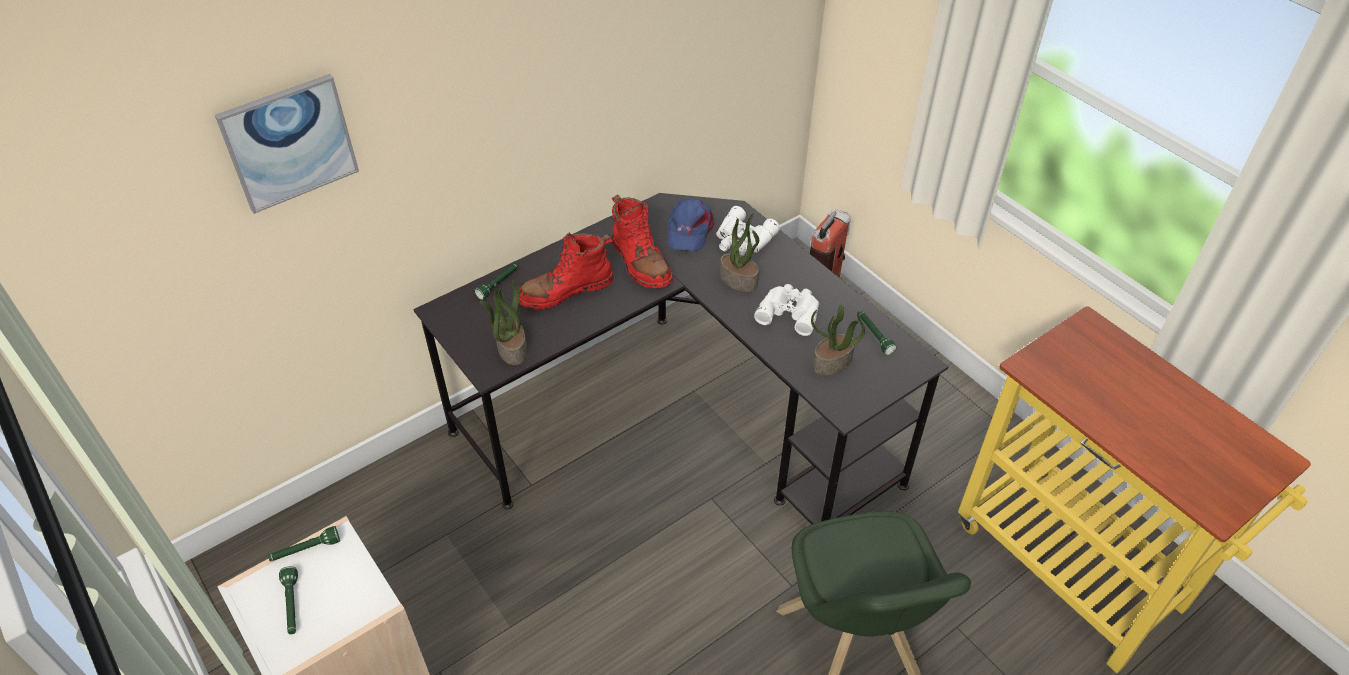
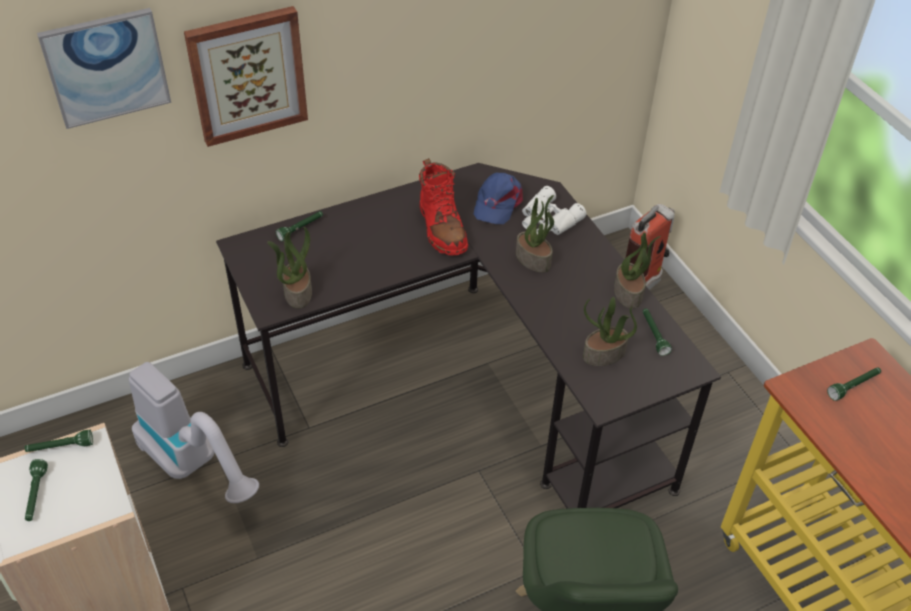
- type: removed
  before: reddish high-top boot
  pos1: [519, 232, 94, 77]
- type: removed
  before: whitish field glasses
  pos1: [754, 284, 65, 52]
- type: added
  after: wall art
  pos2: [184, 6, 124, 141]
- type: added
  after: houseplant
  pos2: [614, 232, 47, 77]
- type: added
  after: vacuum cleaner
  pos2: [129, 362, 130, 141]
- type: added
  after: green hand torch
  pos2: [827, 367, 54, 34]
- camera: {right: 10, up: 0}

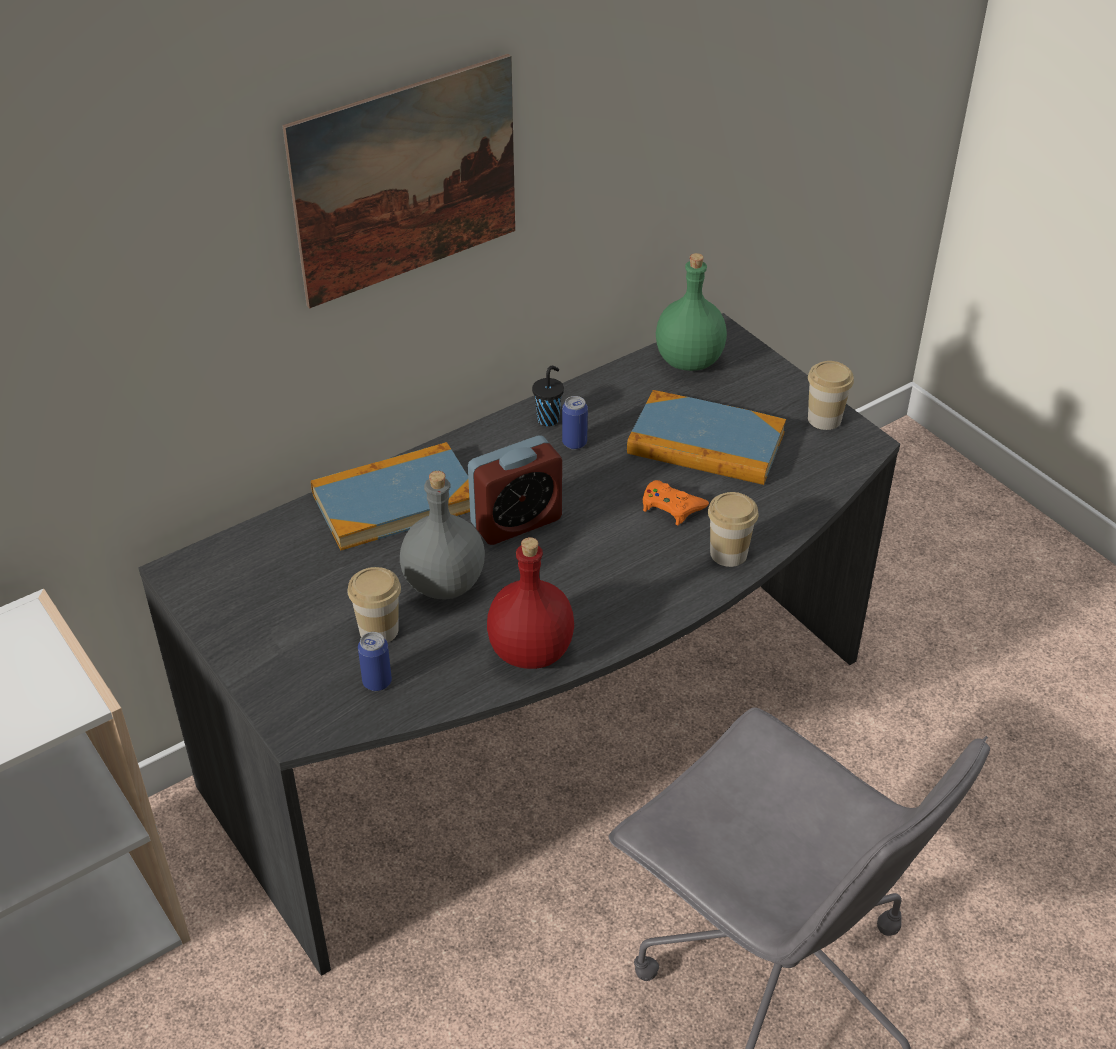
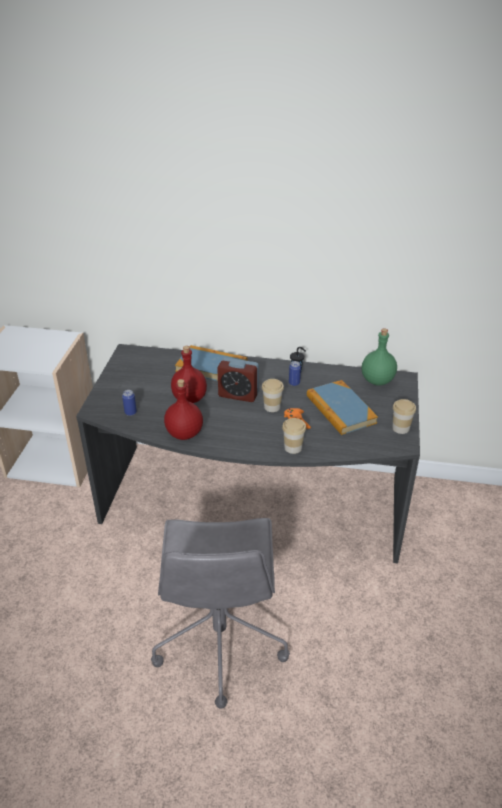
- type: removed
  before: wall art
  pos1: [282, 54, 233, 254]
- type: recoloured
  before: greyish beverage bottle
  after: reddish beverage bottle
  pos1: [400, 471, 85, 128]
  pos2: [171, 346, 36, 57]
- type: moved
  before: drinking cup
  pos1: [348, 567, 53, 76]
  pos2: [262, 379, 22, 33]
- camera: {right: 45, up: -5}

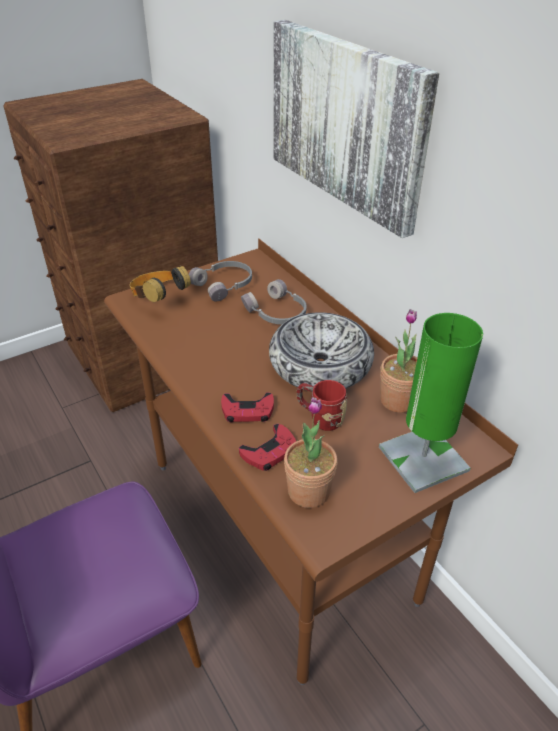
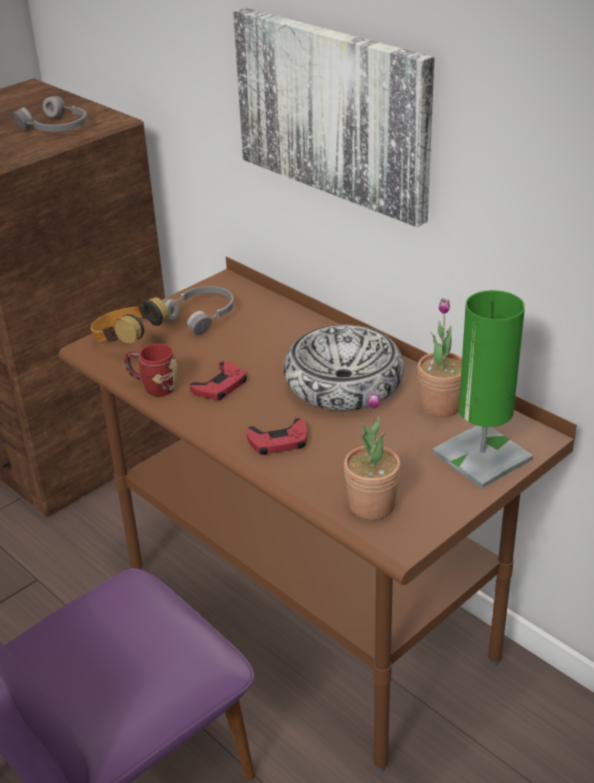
- type: moved
  before: greyish headset
  pos1: [241, 279, 66, 45]
  pos2: [13, 96, 74, 36]
- type: moved
  before: reddish coffee mug
  pos1: [297, 380, 50, 51]
  pos2: [124, 344, 53, 52]
- type: moved
  before: reddish joypad
  pos1: [239, 424, 57, 47]
  pos2: [190, 361, 57, 39]
- camera: {right: -10, up: -5}

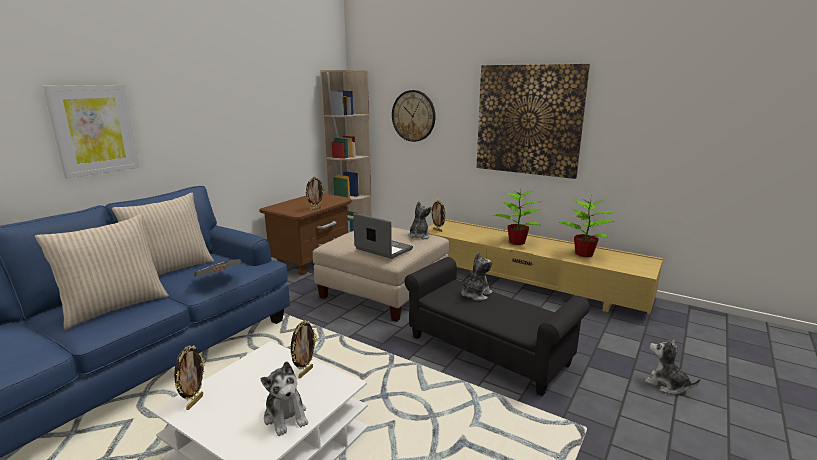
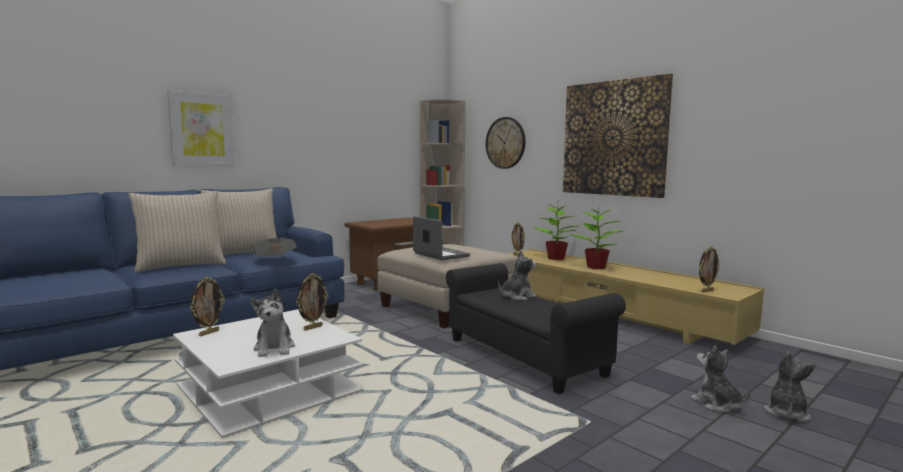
- type: moved
  before: picture frame
  pos1: [305, 177, 20, 33]
  pos2: [699, 246, 21, 46]
- type: moved
  before: houseplant
  pos1: [558, 196, 57, 61]
  pos2: [535, 204, 43, 56]
- type: moved
  before: soft toy
  pos1: [408, 201, 24, 39]
  pos2: [764, 351, 52, 71]
- camera: {right: 15, up: -10}

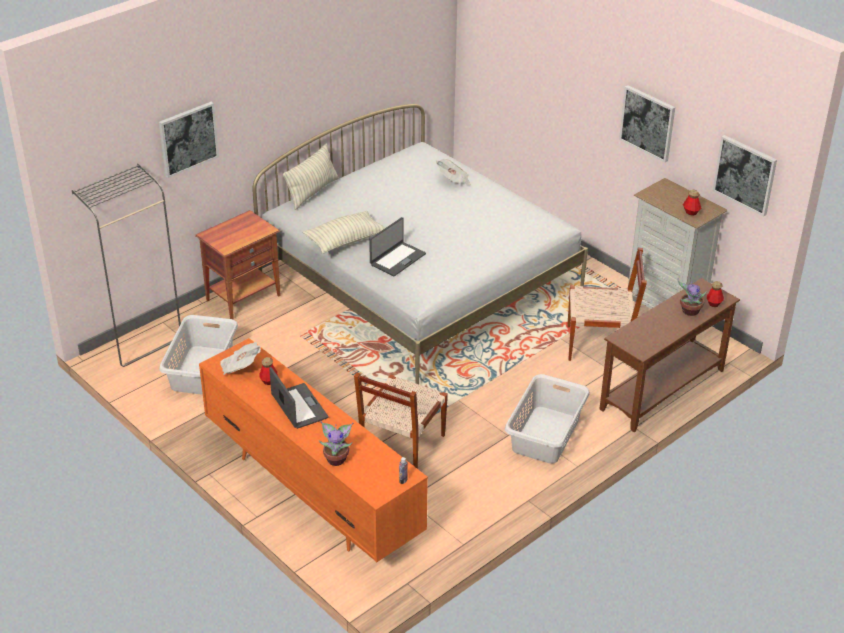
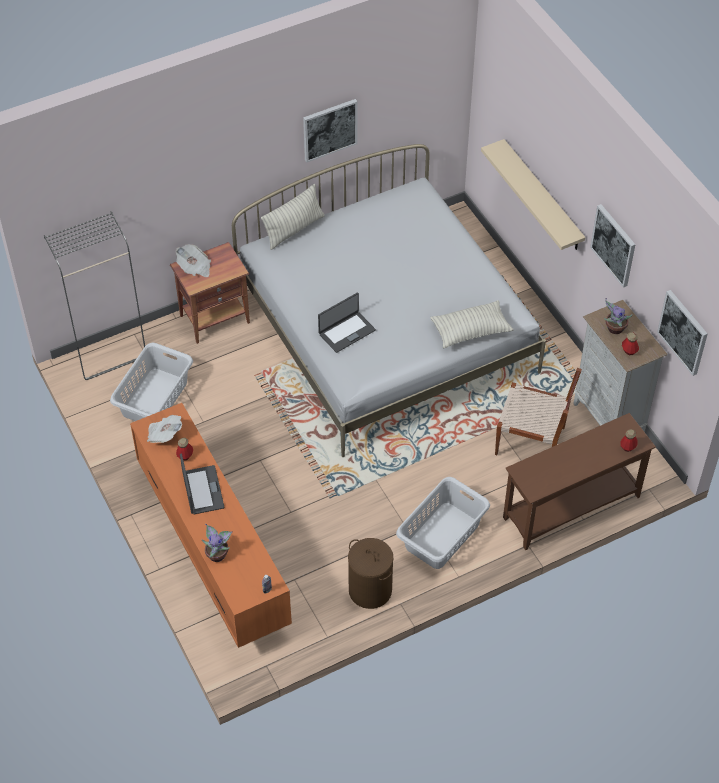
- type: moved
  before: wall art
  pos1: [159, 102, 60, 76]
  pos2: [303, 99, 55, 63]
- type: moved
  before: daily paper
  pos1: [436, 159, 34, 26]
  pos2: [176, 244, 35, 33]
- type: moved
  before: cushion
  pos1: [303, 210, 82, 44]
  pos2: [430, 300, 83, 48]
- type: moved
  before: houseplant
  pos1: [677, 278, 30, 38]
  pos2: [604, 298, 29, 36]
- type: removed
  before: upright chair
  pos1: [354, 372, 94, 97]
- type: added
  after: beige bracket shelf
  pos2: [481, 139, 104, 111]
- type: added
  after: brown washing basket
  pos2: [348, 538, 45, 71]
- camera: {right: 15, up: 15}

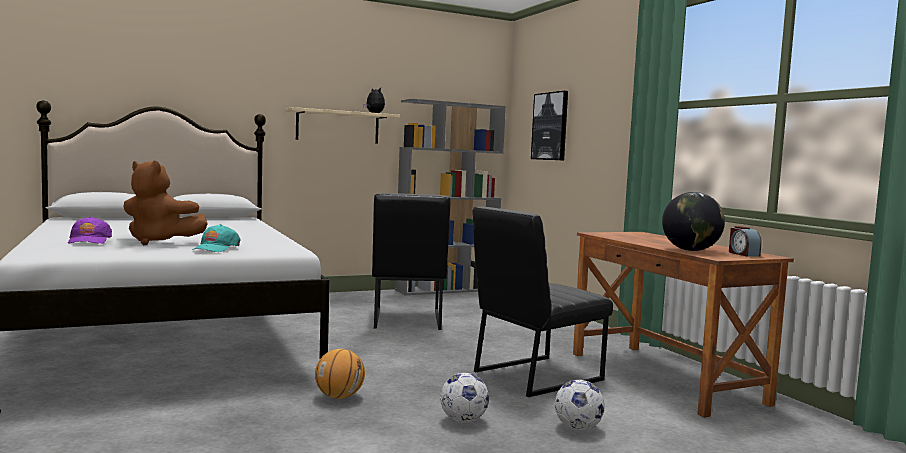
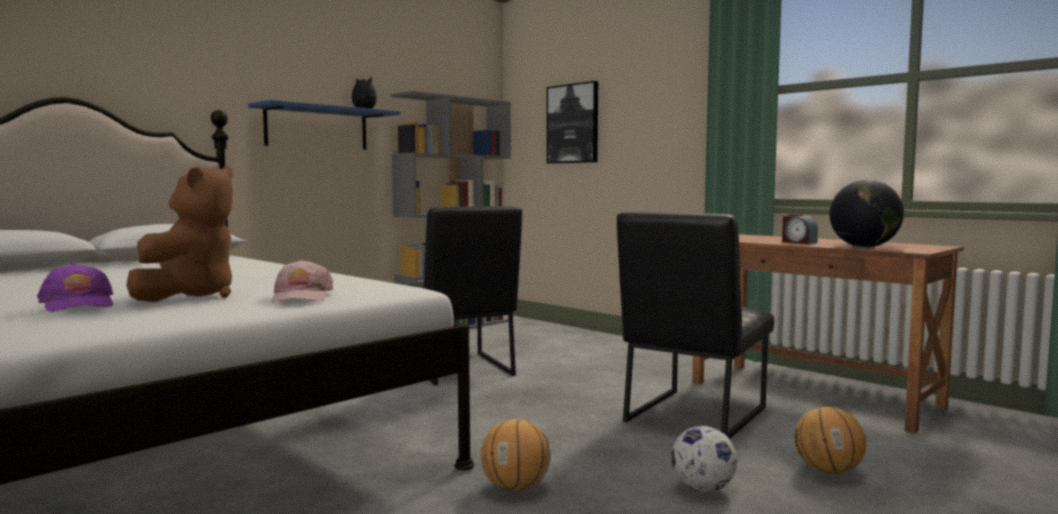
- type: recoloured
  before: beige bracket shelf
  after: bluish bracket shelf
  pos1: [285, 107, 115, 37]
  pos2: [248, 100, 152, 50]
- type: turned
  before: brown soft toy
  pos1: [123, 161, 85, 84]
  pos2: [126, 166, 107, 136]
  turn: -75
- type: recoloured
  before: blue-green baseball cap
  after: pink baseball cap
  pos1: [192, 224, 48, 28]
  pos2: [272, 259, 61, 43]
- type: moved
  before: table clock
  pos1: [729, 226, 32, 31]
  pos2: [782, 214, 36, 30]
- type: replaced
  before: football
  after: ball for basketball
  pos1: [555, 380, 50, 50]
  pos2: [795, 407, 71, 68]
- camera: {right: -20, up: 0}

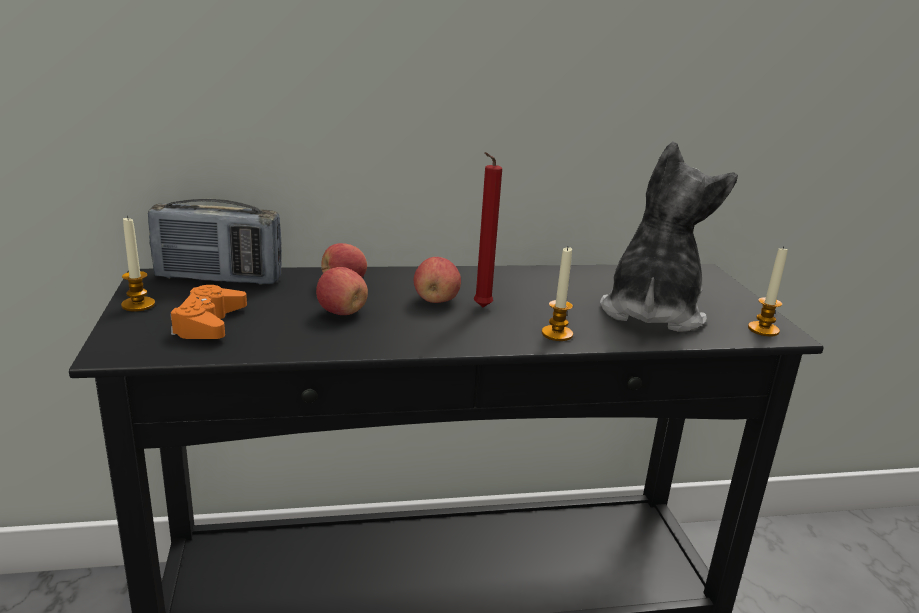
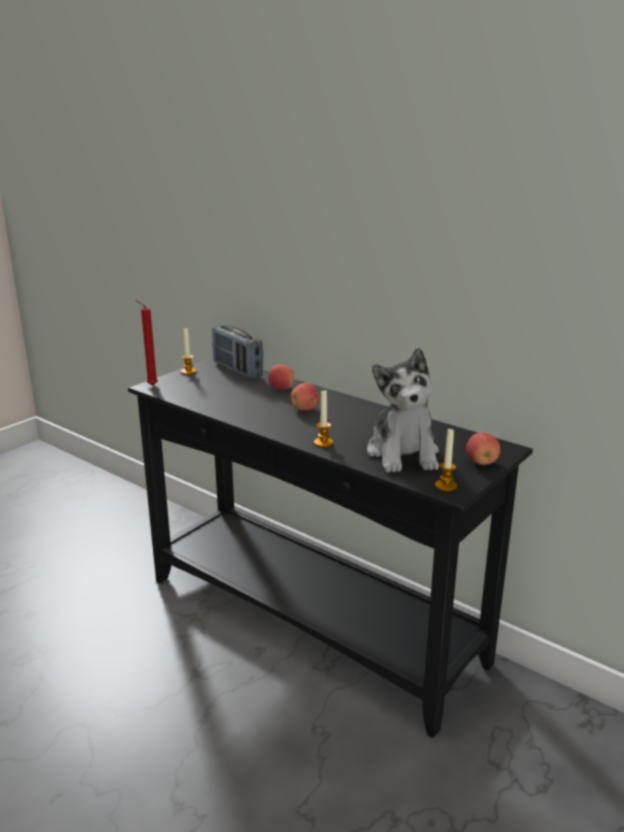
- type: turned
  before: soft toy
  pos1: [600, 141, 138, 191]
  pos2: [367, 348, 72, 125]
  turn: 105
- type: moved
  before: reddish wax candle
  pos1: [474, 152, 28, 155]
  pos2: [135, 300, 23, 86]
- type: moved
  before: whole apple
  pos1: [316, 267, 52, 48]
  pos2: [466, 432, 34, 33]
- type: removed
  before: orange-coloured joypad
  pos1: [170, 285, 77, 54]
- camera: {right: 50, up: 0}

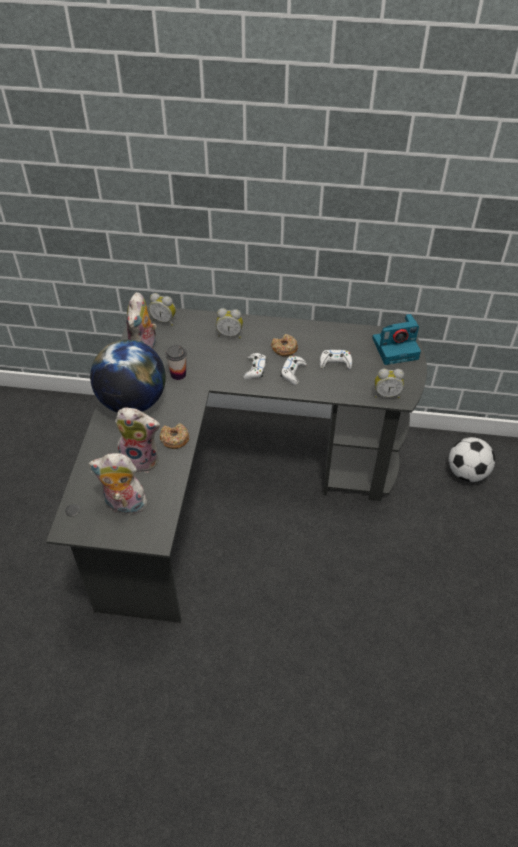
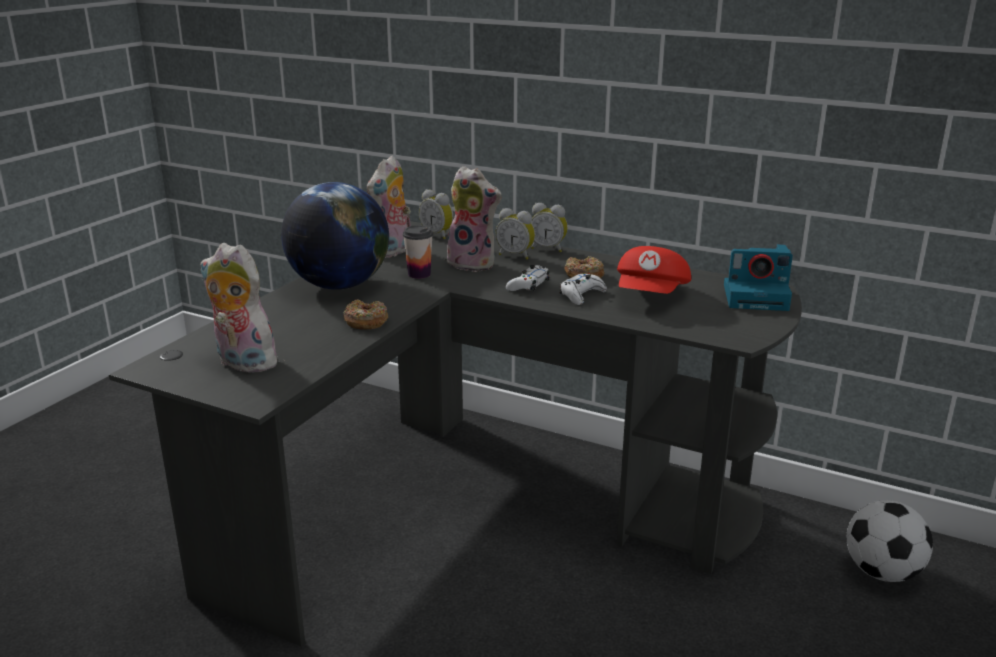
- type: replaced
  before: whitish joypad
  after: reddish baseball cap
  pos1: [320, 350, 32, 20]
  pos2: [617, 246, 74, 48]
- type: moved
  before: table clock
  pos1: [375, 369, 29, 29]
  pos2: [531, 203, 37, 49]
- type: moved
  before: soft toy
  pos1: [115, 408, 45, 65]
  pos2: [447, 166, 54, 106]
- camera: {right: 20, up: -25}

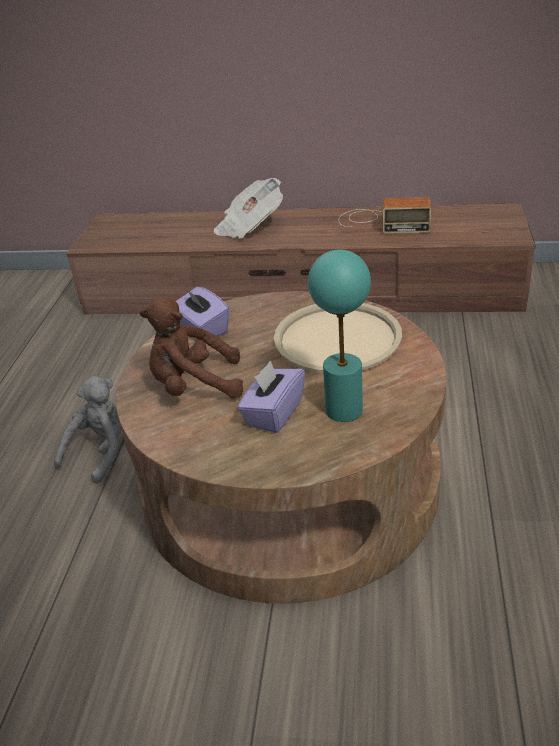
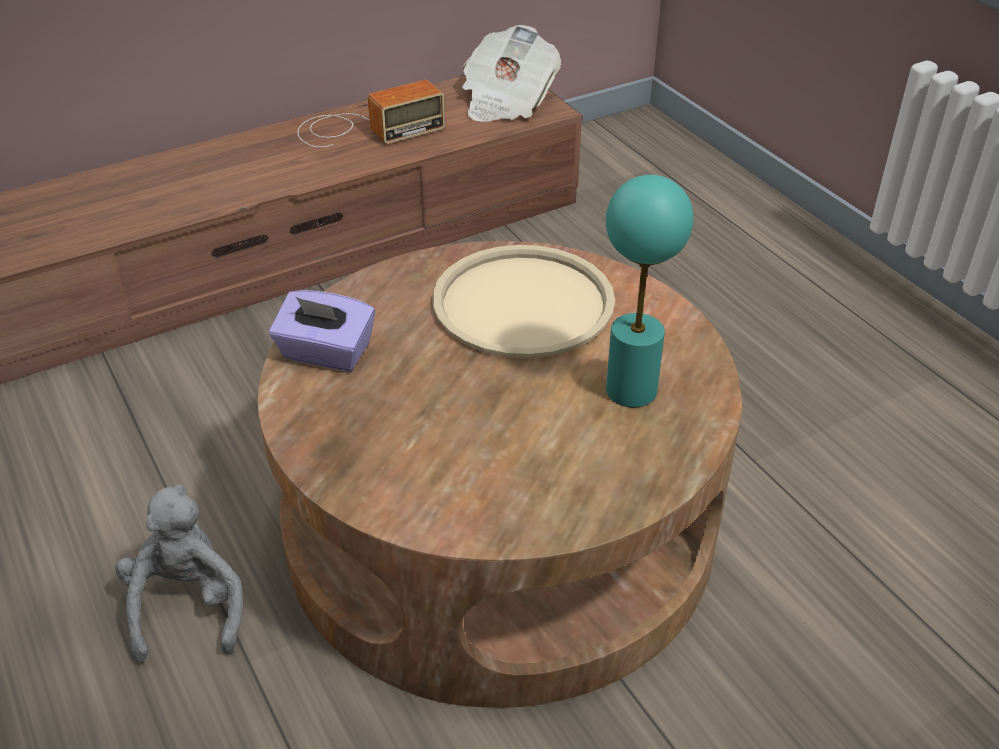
- type: moved
  before: daily paper
  pos1: [214, 178, 69, 61]
  pos2: [462, 25, 99, 97]
- type: removed
  before: brown soft toy
  pos1: [140, 297, 103, 101]
- type: removed
  before: purplish tissue box
  pos1: [237, 360, 68, 73]
- camera: {right: -40, up: 5}

